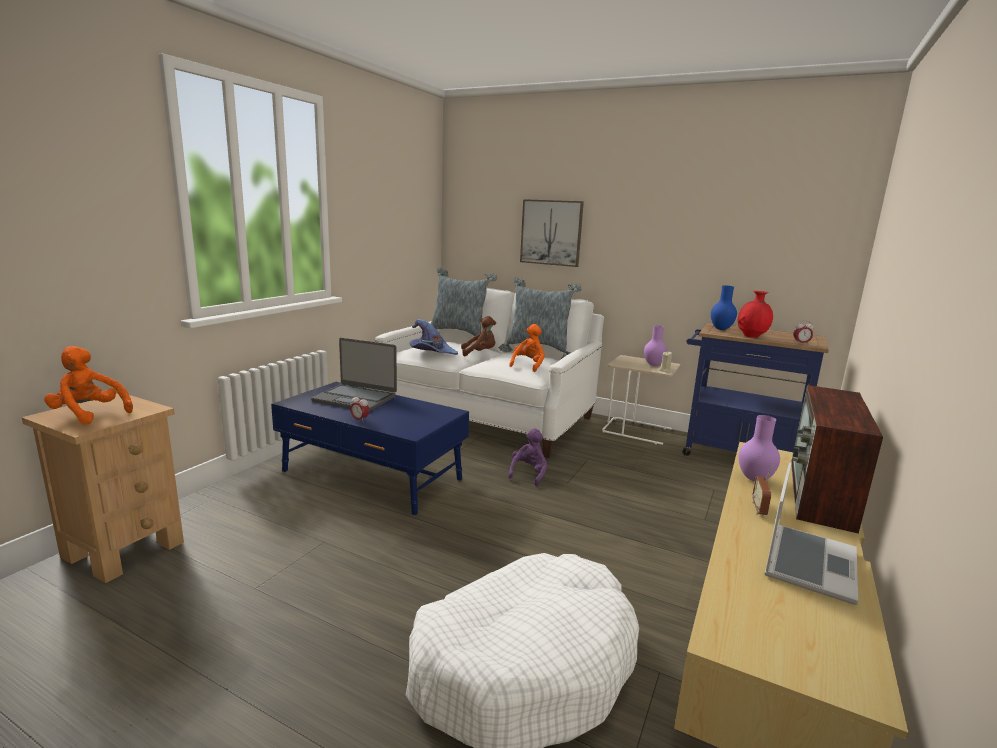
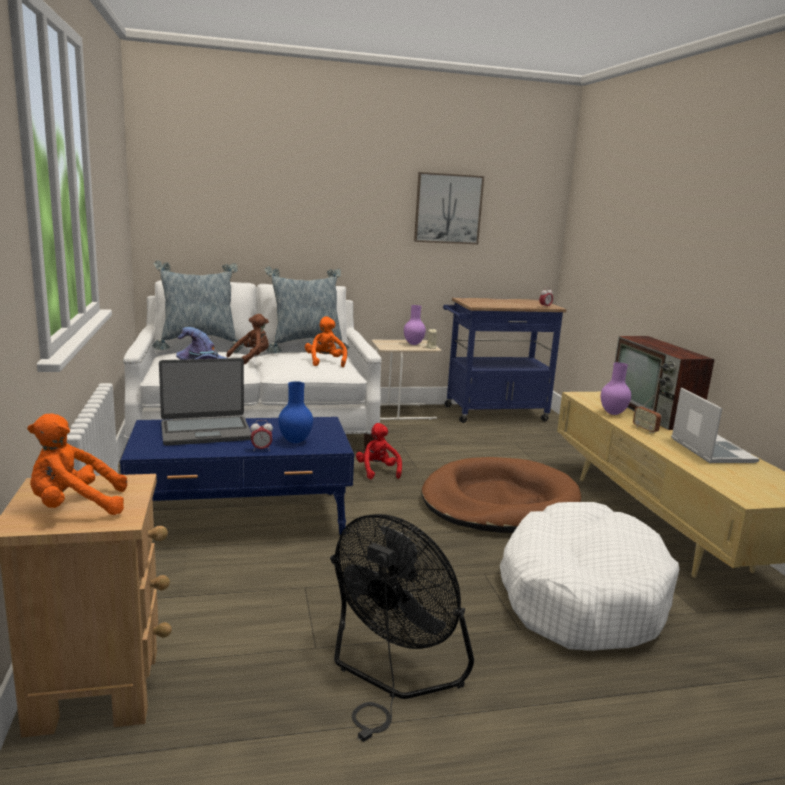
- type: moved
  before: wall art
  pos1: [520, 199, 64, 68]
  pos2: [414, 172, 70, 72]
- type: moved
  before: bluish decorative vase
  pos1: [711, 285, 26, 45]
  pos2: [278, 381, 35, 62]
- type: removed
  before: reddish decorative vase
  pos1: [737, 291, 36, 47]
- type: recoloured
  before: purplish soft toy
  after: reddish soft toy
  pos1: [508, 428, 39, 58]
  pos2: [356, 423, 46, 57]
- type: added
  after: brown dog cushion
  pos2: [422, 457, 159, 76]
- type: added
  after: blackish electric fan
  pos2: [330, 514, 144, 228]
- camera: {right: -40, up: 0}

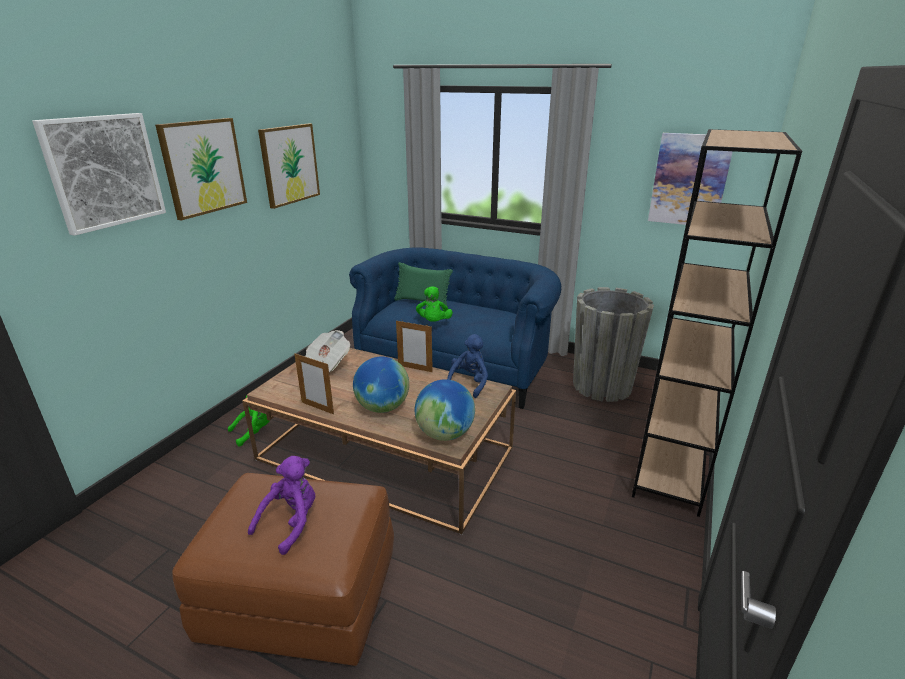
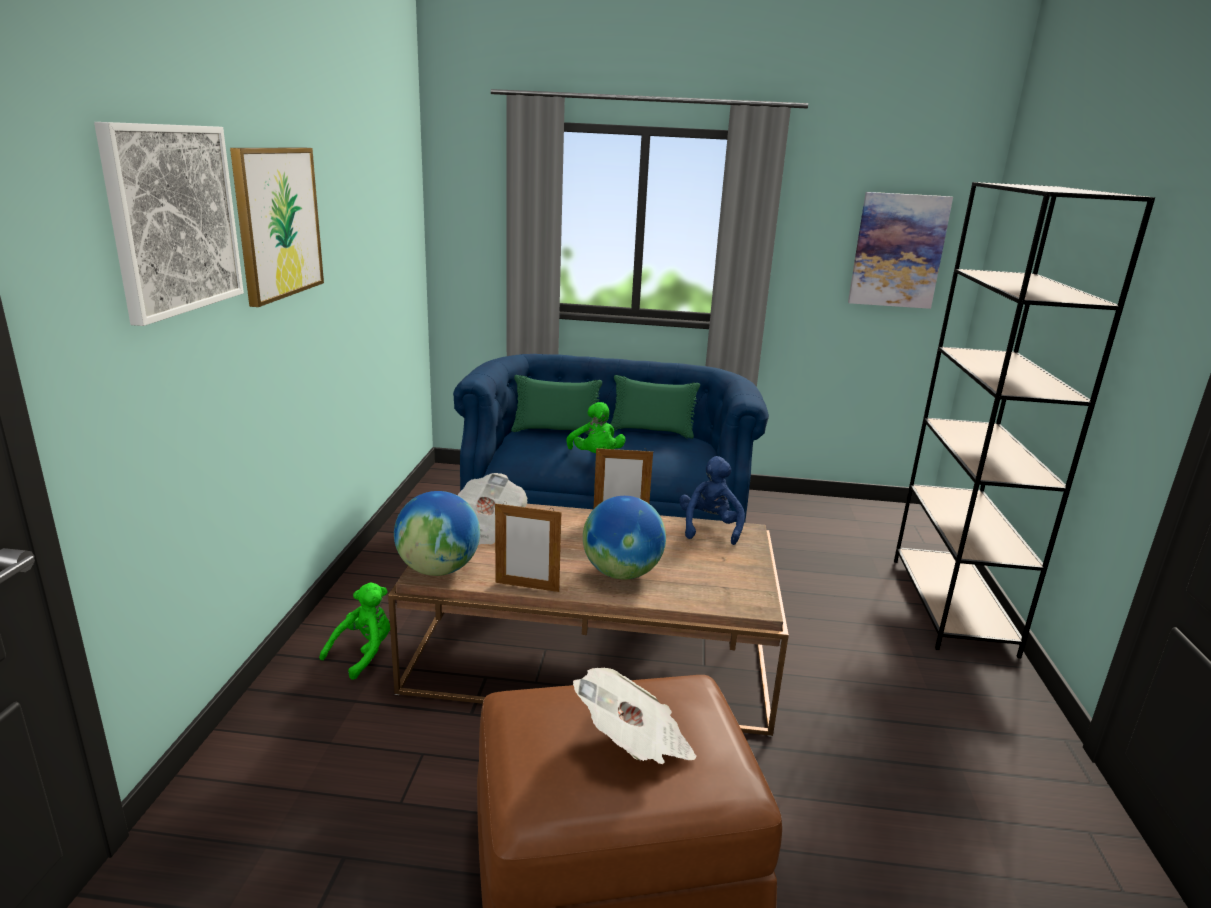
- type: removed
  before: wall art
  pos1: [258, 124, 62, 85]
- type: removed
  before: greyish plant pot
  pos1: [573, 287, 81, 115]
- type: moved
  before: desk globe
  pos1: [415, 379, 60, 62]
  pos2: [394, 491, 86, 85]
- type: replaced
  before: purplish soft toy
  after: daily paper
  pos1: [248, 456, 67, 99]
  pos2: [573, 668, 123, 96]
- type: added
  after: green cushion
  pos2: [610, 375, 90, 64]
- camera: {right: -20, up: -5}

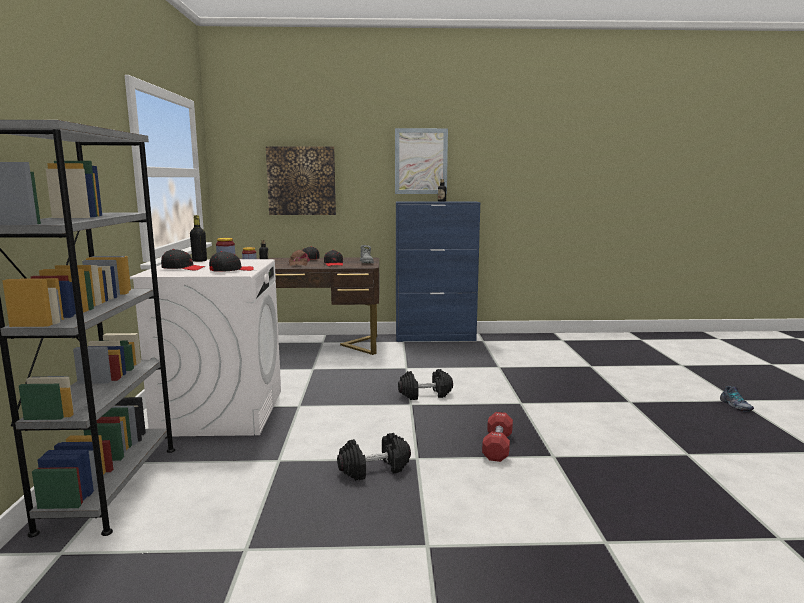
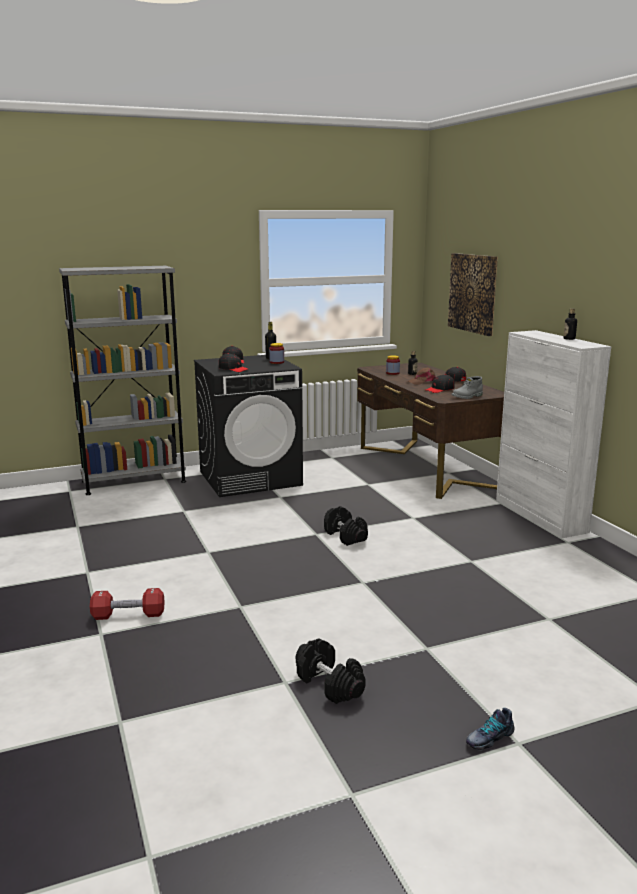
- type: removed
  before: wall art
  pos1: [395, 128, 53, 66]
- type: recoloured
  before: bluish storage cabinet
  after: whitish storage cabinet
  pos1: [396, 201, 84, 141]
  pos2: [496, 330, 116, 208]
- type: recoloured
  before: whitish washing machine
  after: blackish washing machine
  pos1: [130, 259, 151, 177]
  pos2: [194, 355, 109, 142]
- type: moved
  before: reddish dumbbell
  pos1: [482, 412, 31, 50]
  pos2: [90, 588, 74, 32]
- type: moved
  before: blackish dumbbell
  pos1: [337, 433, 74, 48]
  pos2: [296, 638, 70, 66]
- camera: {right: 70, up: 5}

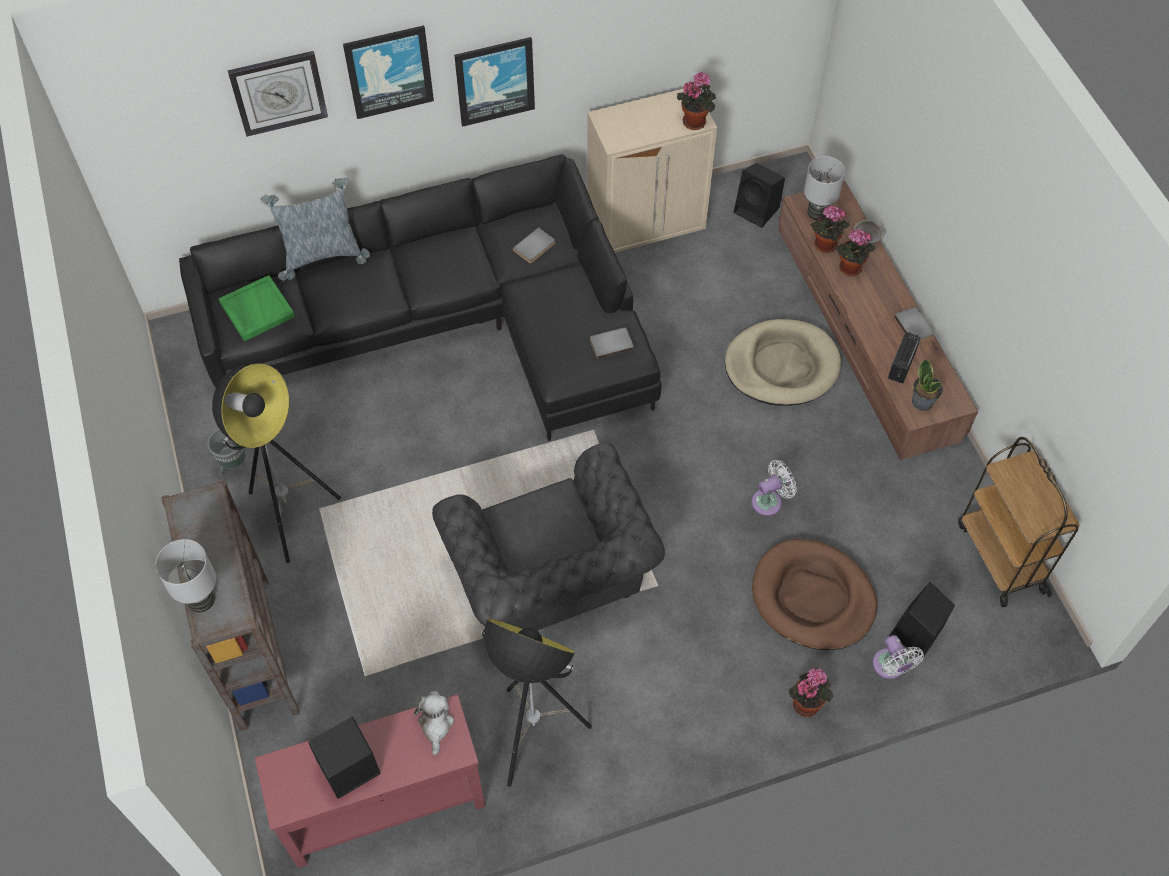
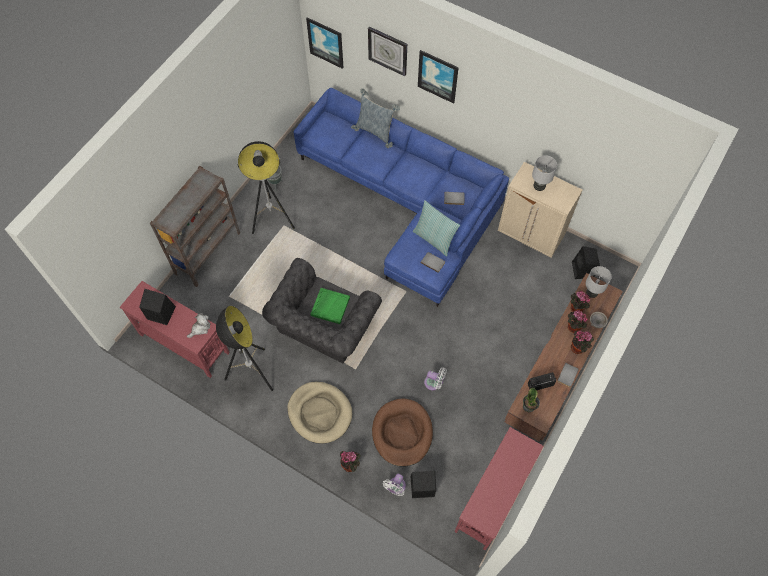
- type: moved
  before: wall art
  pos1: [454, 37, 81, 90]
  pos2: [306, 17, 38, 52]
- type: moved
  before: houseplant
  pos1: [677, 71, 39, 59]
  pos2: [571, 330, 23, 24]
- type: recoloured
  before: blackish sofa
  after: bluish sofa
  pos1: [179, 154, 482, 287]
  pos2: [294, 88, 215, 219]
- type: moved
  before: green serving tray
  pos1: [219, 275, 76, 66]
  pos2: [311, 288, 39, 36]
- type: moved
  before: beige dog cushion
  pos1: [725, 319, 116, 87]
  pos2: [287, 382, 65, 62]
- type: replaced
  before: brown cart
  after: reddish narrow table
  pos1: [958, 437, 121, 170]
  pos2: [454, 427, 90, 123]
- type: moved
  before: greyish lamp for a table
  pos1: [155, 539, 61, 73]
  pos2: [532, 155, 25, 36]
- type: added
  after: cushion
  pos2: [413, 200, 47, 57]
- camera: {right: 50, up: 5}

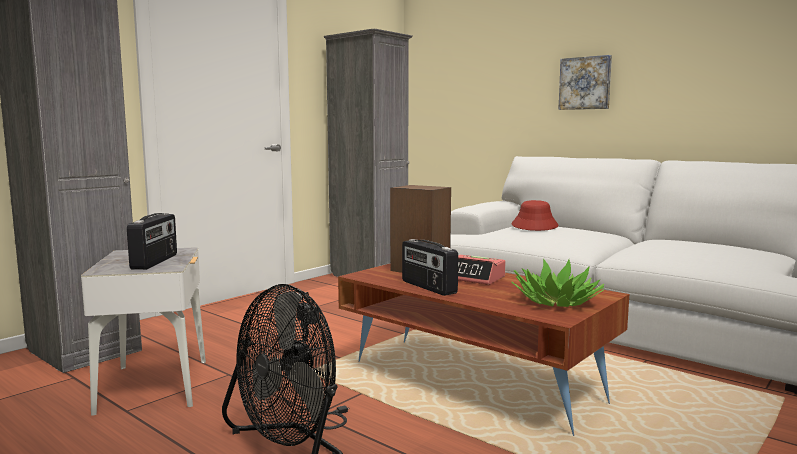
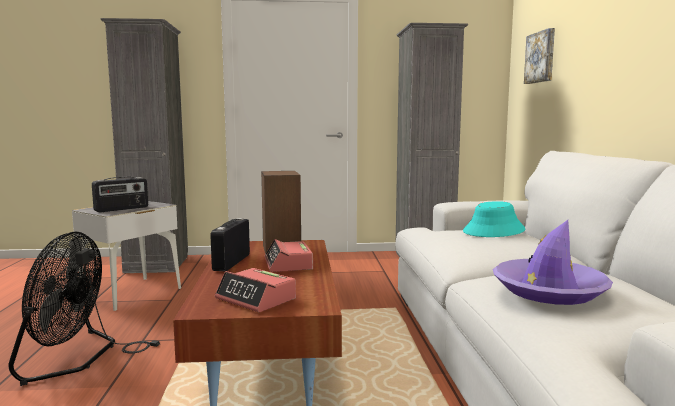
- type: moved
  before: wall art
  pos1: [558, 55, 54, 55]
  pos2: [524, 28, 31, 56]
- type: recoloured
  before: reddish clothing hat
  after: blue-green clothing hat
  pos1: [511, 200, 47, 31]
  pos2: [463, 201, 63, 36]
- type: replaced
  before: houseplant
  after: table clock
  pos1: [512, 259, 92, 48]
  pos2: [215, 268, 81, 44]
- type: added
  after: purplish clothing hat
  pos2: [493, 220, 120, 85]
- camera: {right: 45, up: 0}

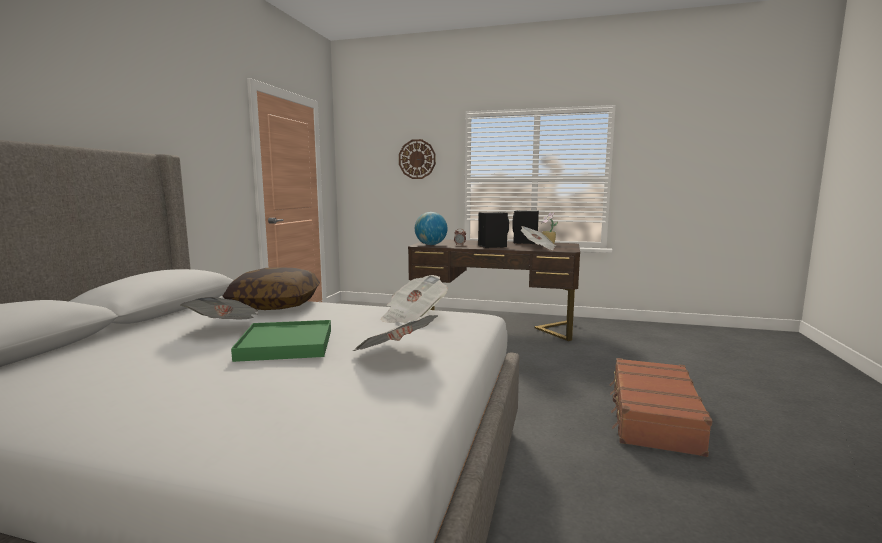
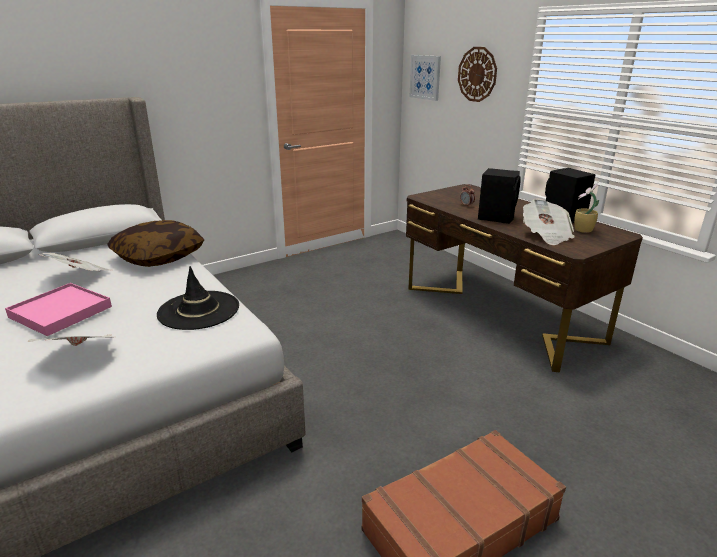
- type: removed
  before: desk globe
  pos1: [415, 212, 32, 33]
- type: replaced
  before: daily paper
  after: blackish clothing hat
  pos1: [381, 275, 67, 48]
  pos2: [157, 266, 82, 64]
- type: recoloured
  before: green serving tray
  after: pink serving tray
  pos1: [231, 320, 100, 42]
  pos2: [5, 283, 107, 53]
- type: added
  after: wall art
  pos2: [410, 55, 31, 46]
- camera: {right: 40, up: 15}

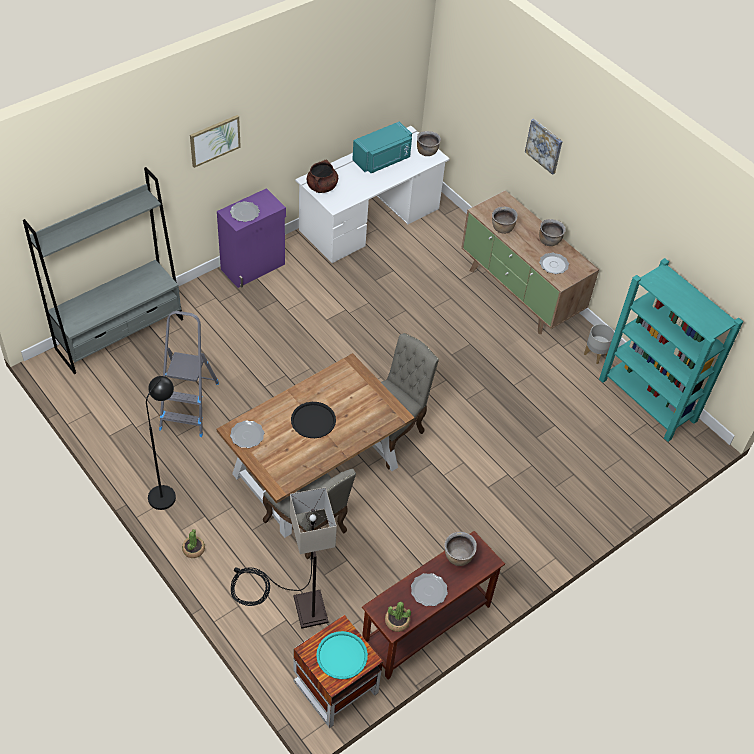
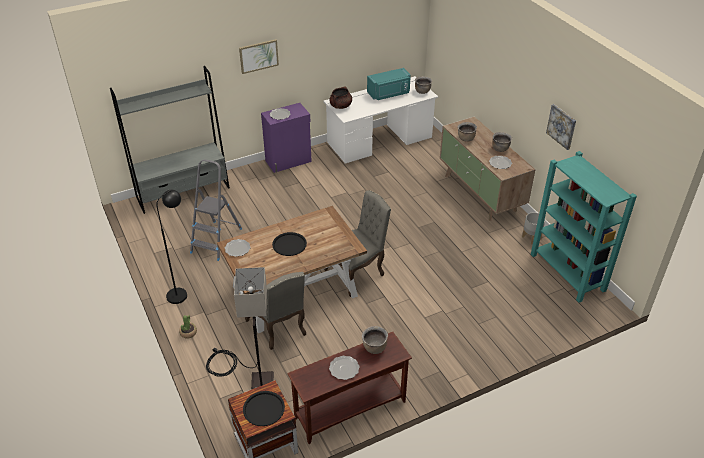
- type: moved
  before: wall art
  pos1: [525, 119, 38, 56]
  pos2: [546, 104, 30, 46]
- type: removed
  before: houseplant
  pos1: [385, 601, 26, 31]
- type: recoloured
  before: blue-green serving tray
  after: blackish serving tray
  pos1: [316, 631, 52, 48]
  pos2: [243, 391, 42, 35]
- camera: {right: 15, up: -10}

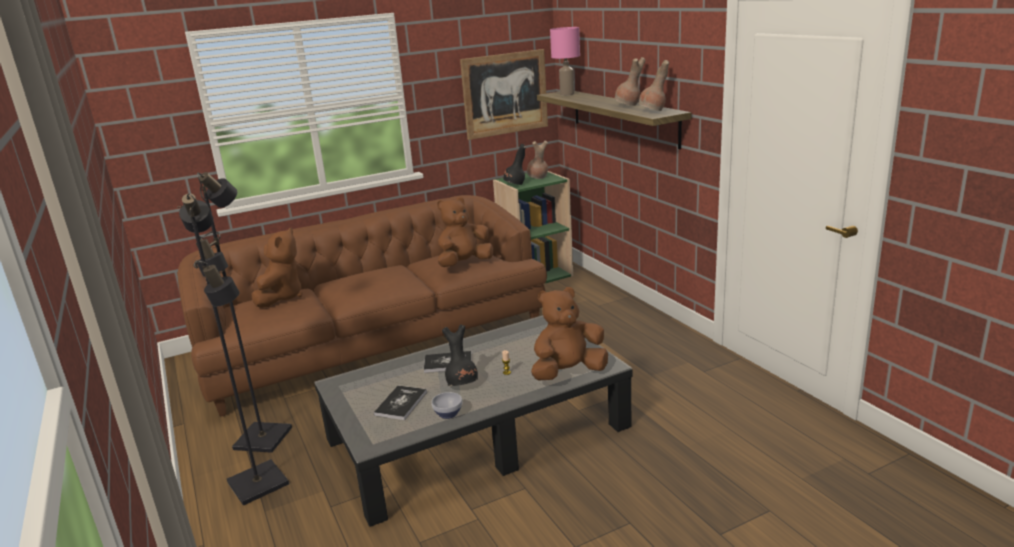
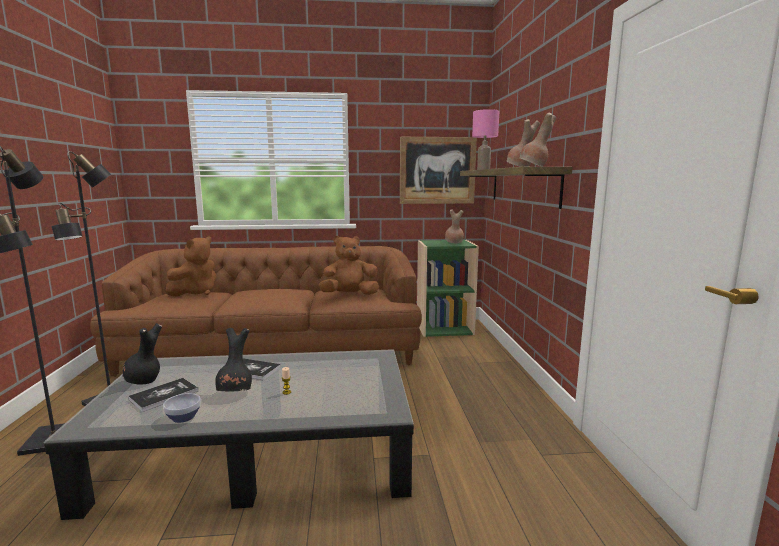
- type: moved
  before: blackish decorative vase
  pos1: [503, 144, 23, 41]
  pos2: [123, 323, 39, 62]
- type: removed
  before: brown soft toy
  pos1: [531, 287, 77, 93]
- camera: {right: 20, up: -10}

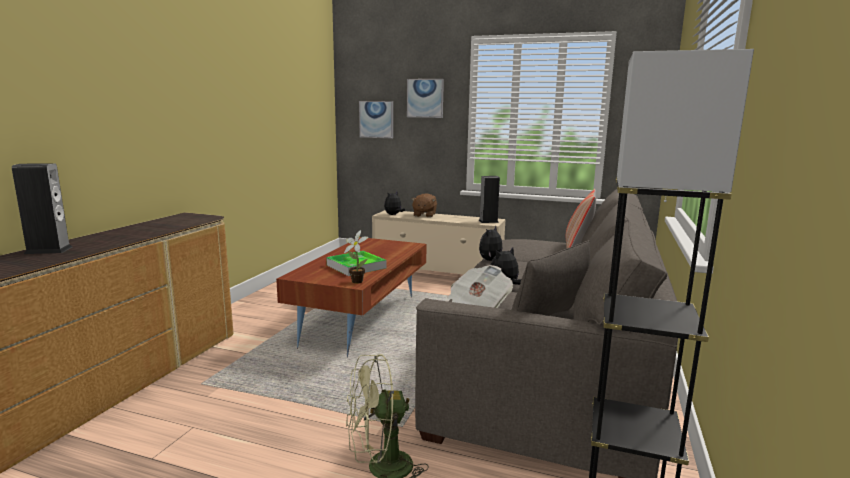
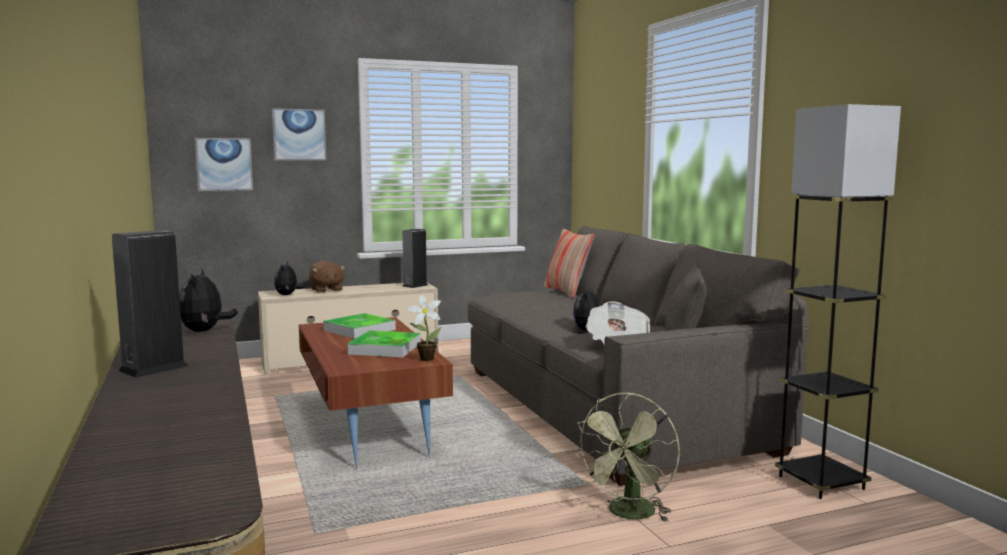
- type: moved
  before: soft toy
  pos1: [479, 226, 30, 35]
  pos2: [179, 268, 59, 64]
- type: added
  after: serving tray
  pos2: [323, 313, 73, 26]
- camera: {right: -40, up: -5}

